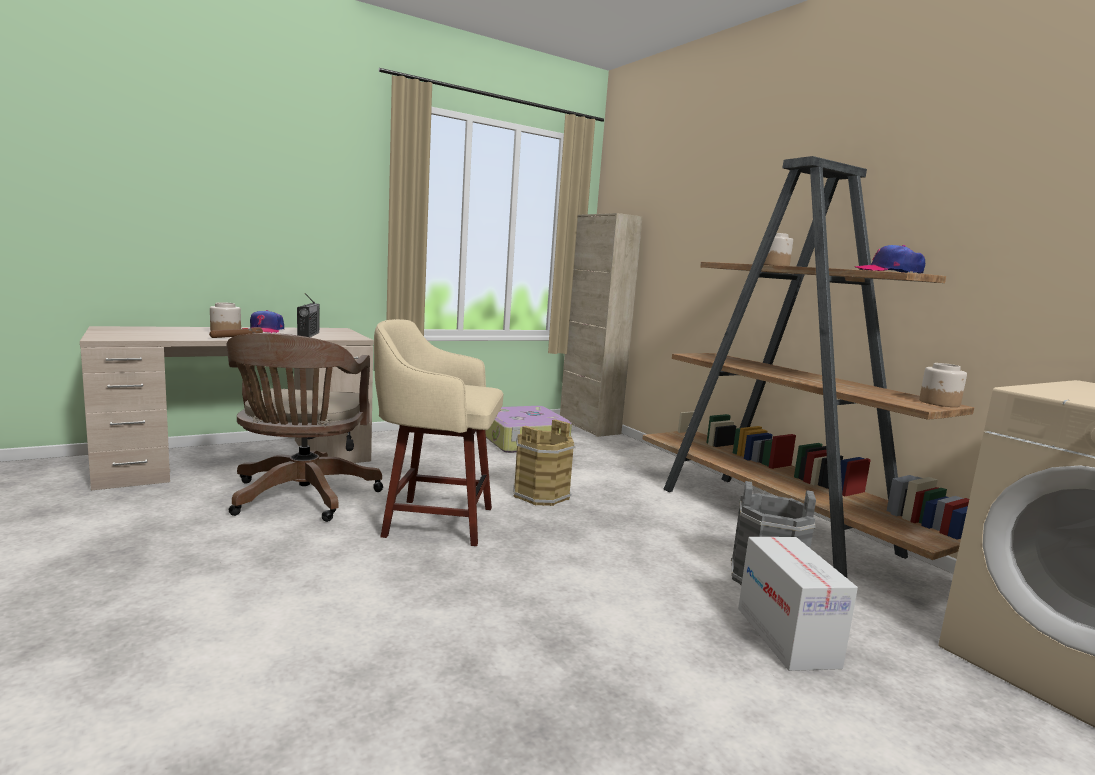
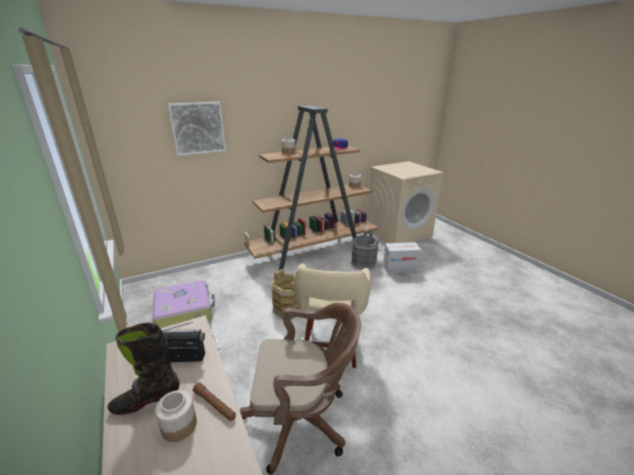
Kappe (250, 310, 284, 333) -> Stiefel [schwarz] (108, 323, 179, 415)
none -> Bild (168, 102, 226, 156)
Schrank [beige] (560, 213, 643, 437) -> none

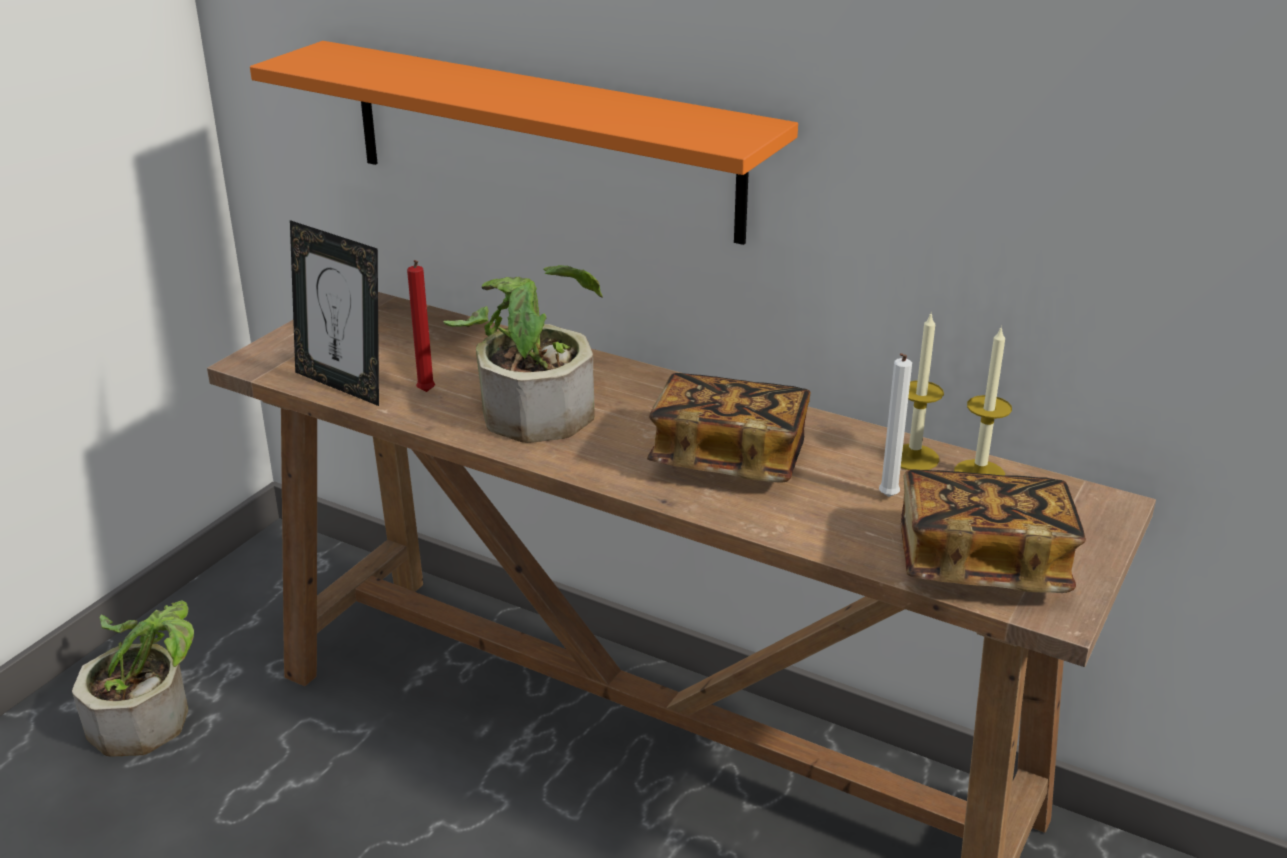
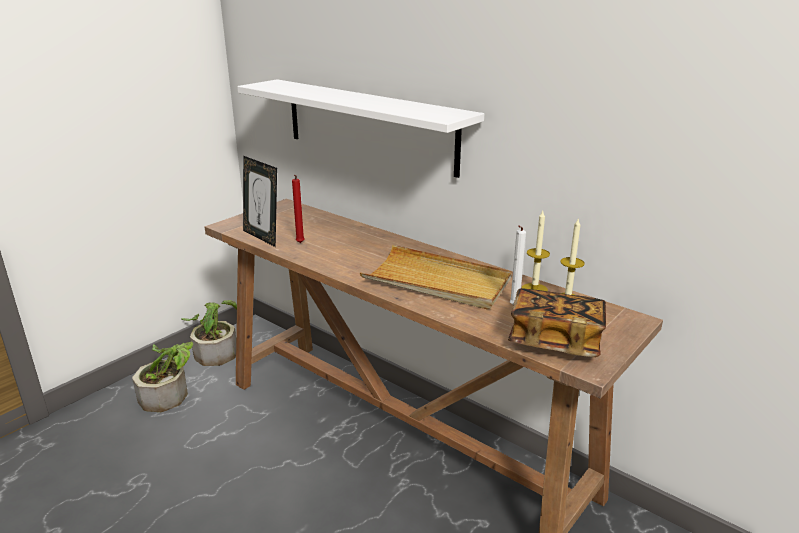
Topfpflanze (443, 265, 603, 443) -> Topfpflanze (181, 300, 237, 366), relocated
Wandregal [orange] (250, 41, 798, 245) -> Wandregal [weiß] (237, 79, 484, 178)
Buch (647, 373, 811, 483) -> Tablett [beige] (360, 245, 512, 310)

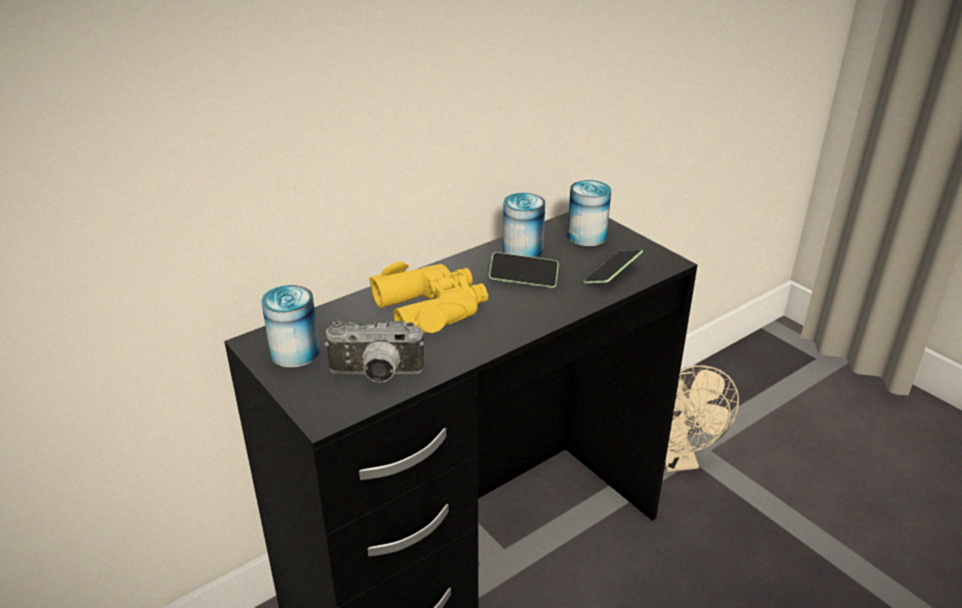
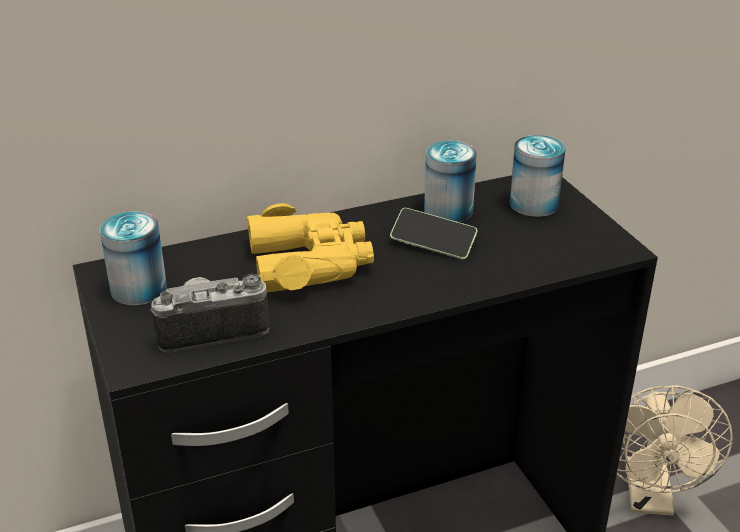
Kamera (324, 319, 424, 383) -> Kamera (150, 274, 270, 353), 150 degrees clockwise
Handy (583, 249, 643, 284) -> none

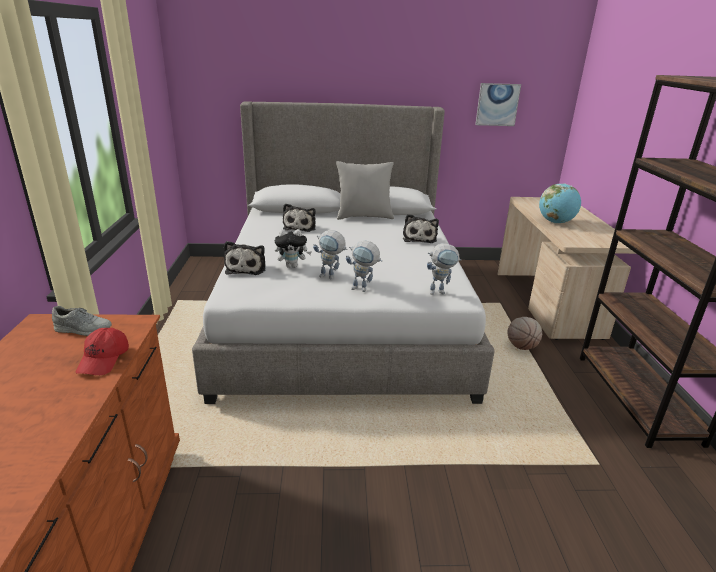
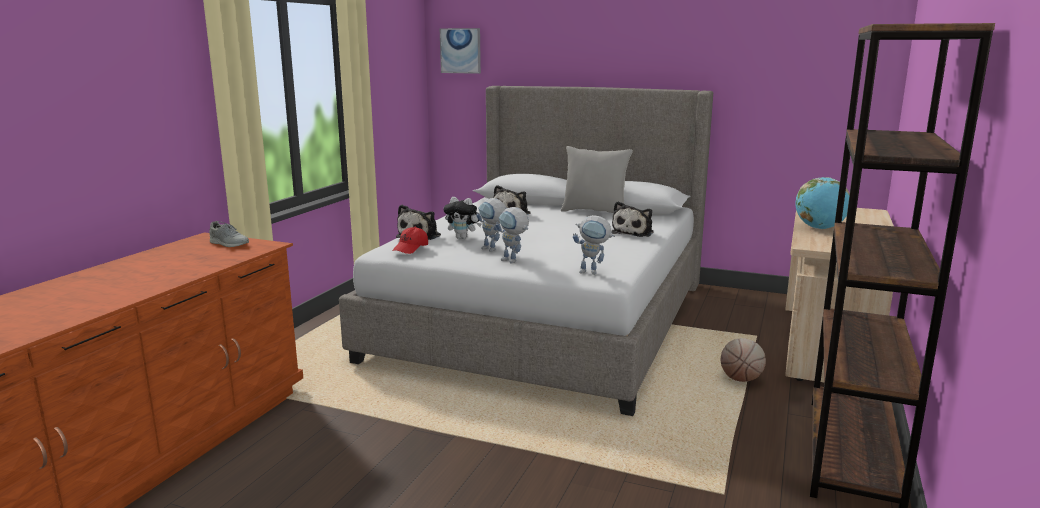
Kappe [rot] (76, 328, 129, 375) -> Kappe [rot] (392, 227, 428, 254), relocated
Bild (475, 83, 521, 126) -> Bild (440, 28, 481, 74), relocated

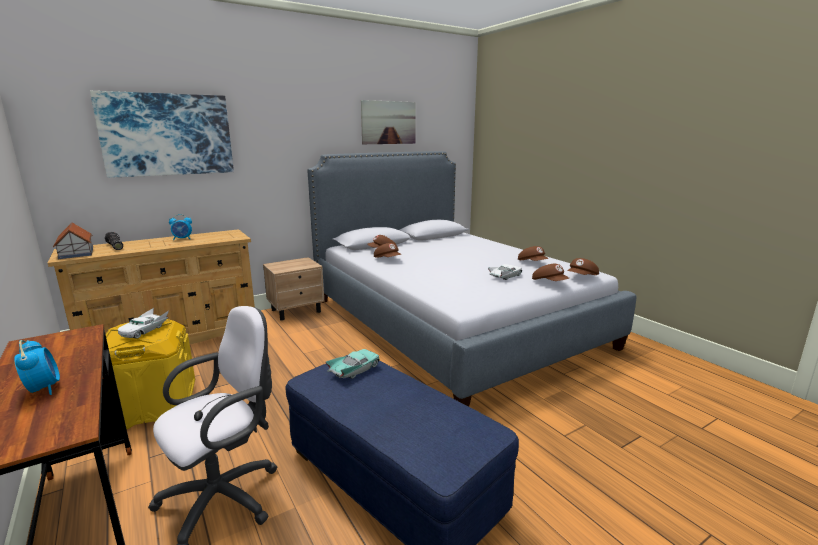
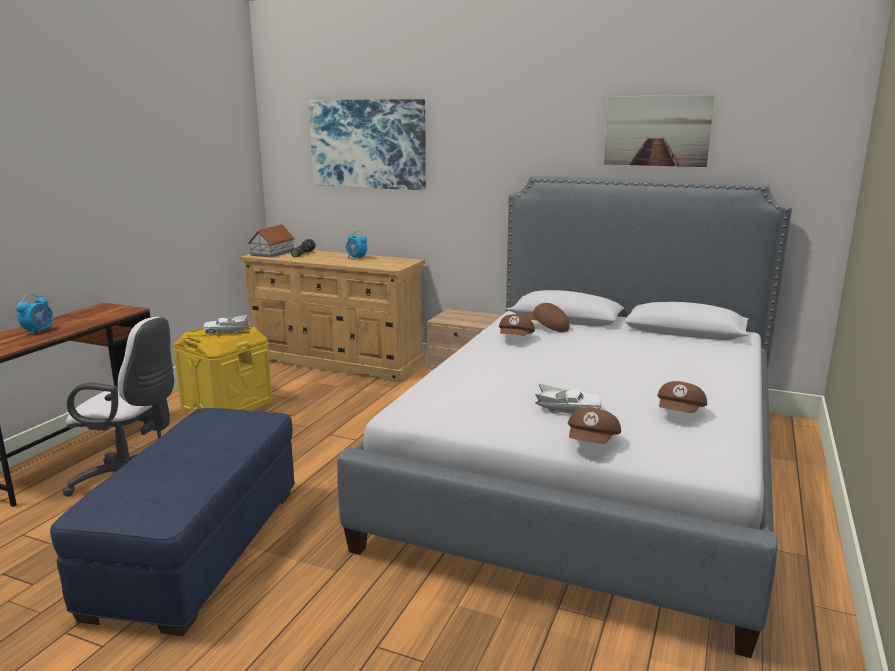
Spielzeugauto [türkis] (325, 349, 379, 379) -> none
Kappe [braun] (567, 258, 599, 275) -> none

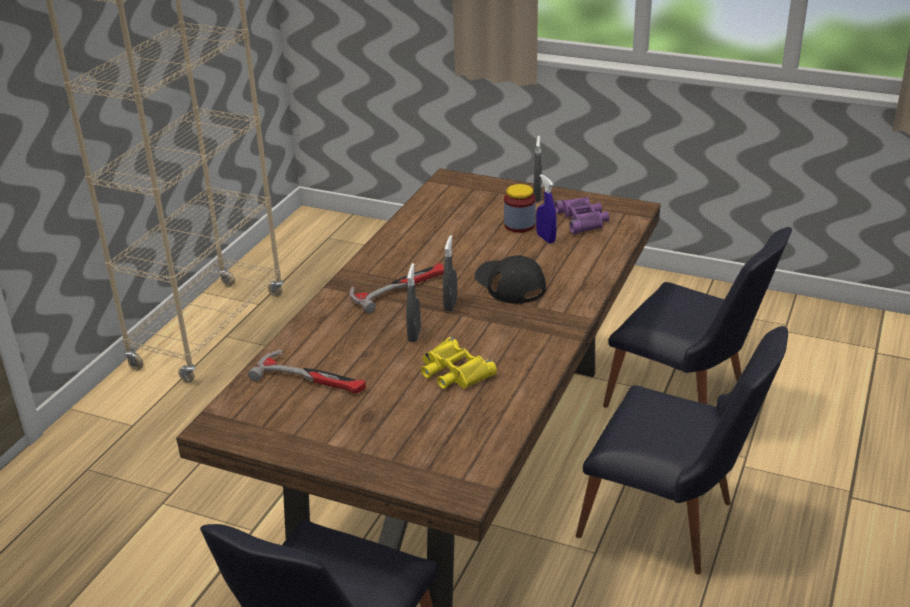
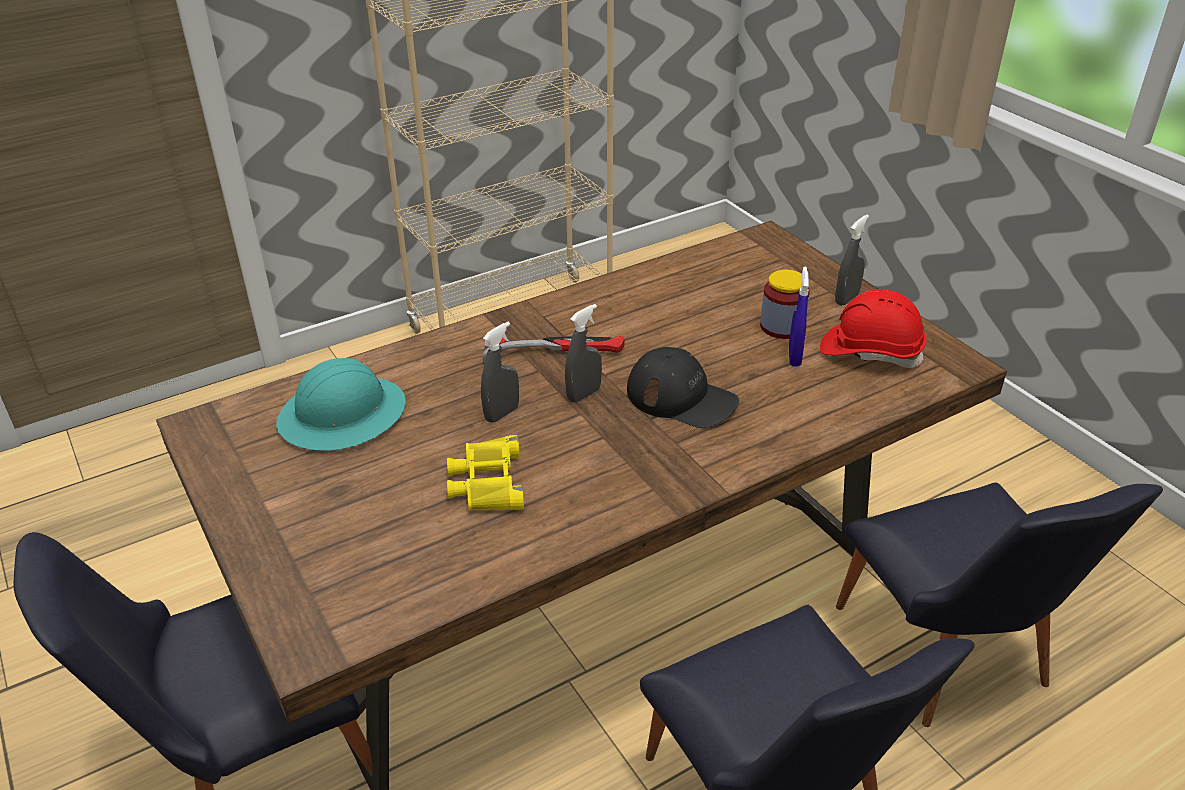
Hammer (248, 350, 366, 394) -> Schutzhelm [türkis] (276, 358, 406, 451)
Kappe [schwarz] (474, 255, 546, 304) -> Kappe [schwarz] (627, 347, 739, 428), 120 degrees clockwise
Fernglas [lila] (554, 197, 609, 234) -> Schutzhelm [rot] (820, 289, 927, 368)

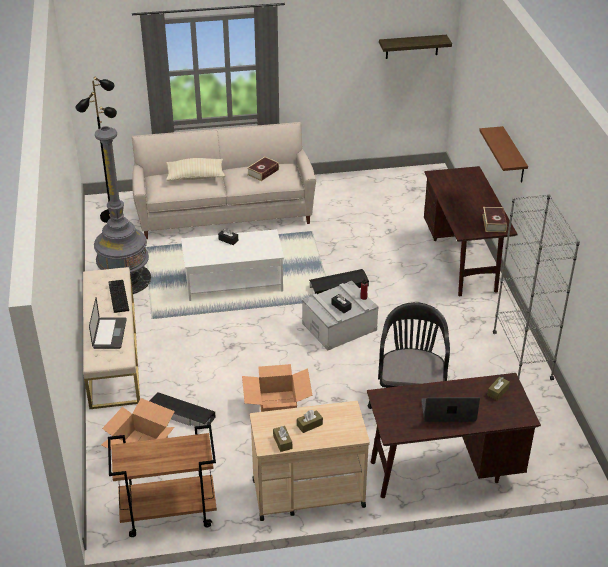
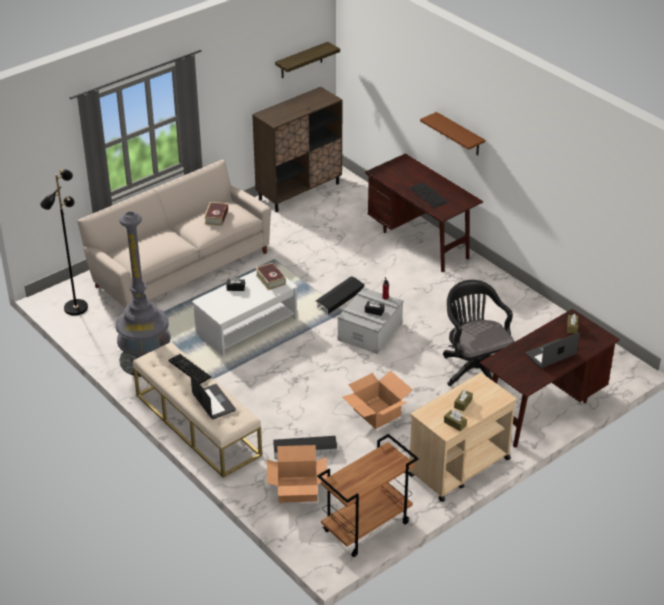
none -> Schrank [braun] (252, 87, 343, 212)
Buch (482, 207, 507, 232) -> Buch (256, 262, 286, 290), relocated
none -> Tastatur (409, 182, 448, 208)
Kissen [beige] (166, 158, 225, 181) -> none
Bücherregal [grau] (493, 194, 580, 380) -> none

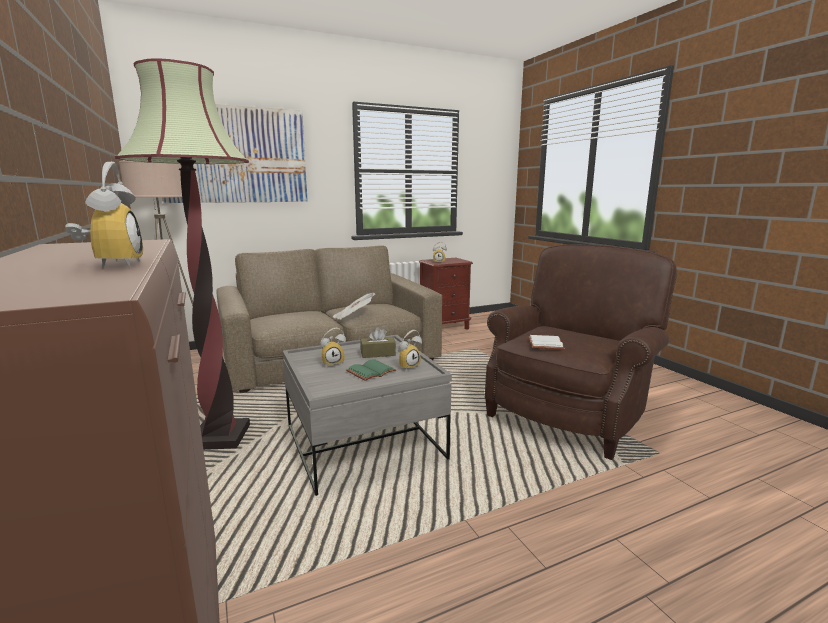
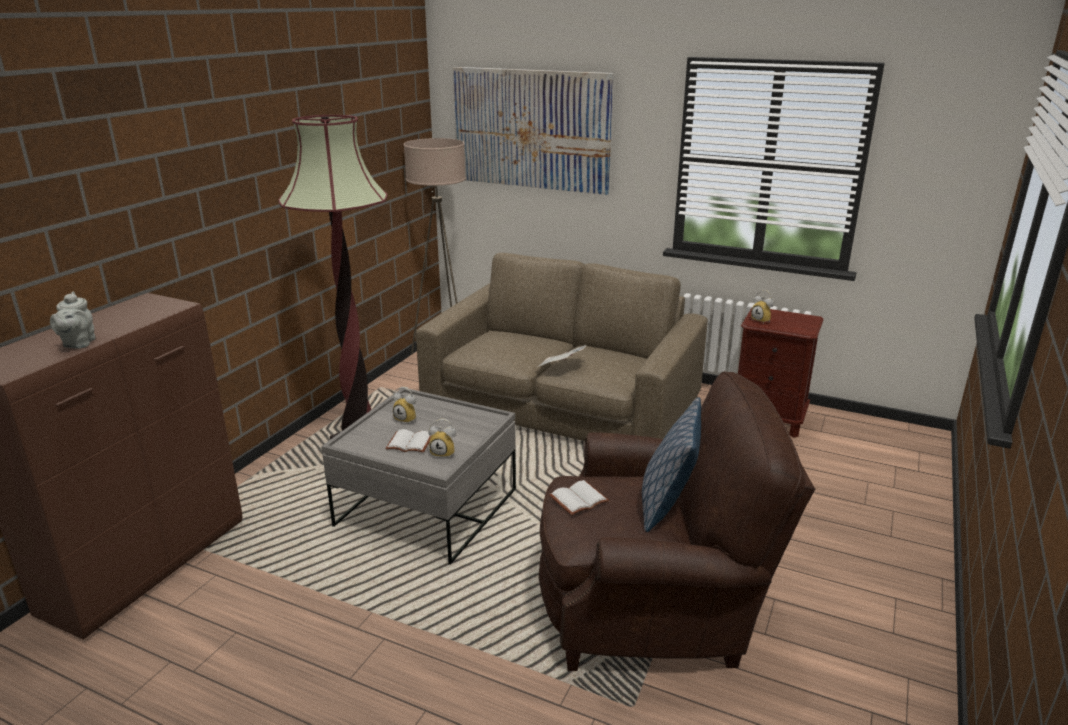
Wecker (65, 162, 143, 268) -> Teekanne [grau] (50, 292, 96, 349)
Buch [grün] (346, 359, 396, 381) -> Buch [weiß] (385, 429, 432, 453)
none -> Kissen (642, 397, 701, 532)
Taschentuchbox [braun] (360, 327, 396, 358) -> none

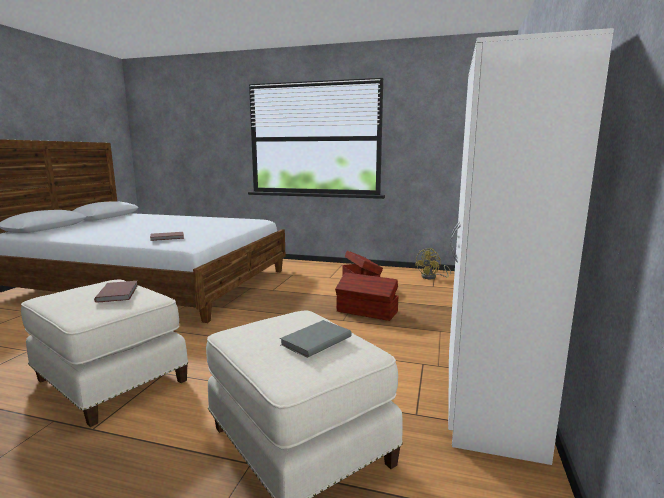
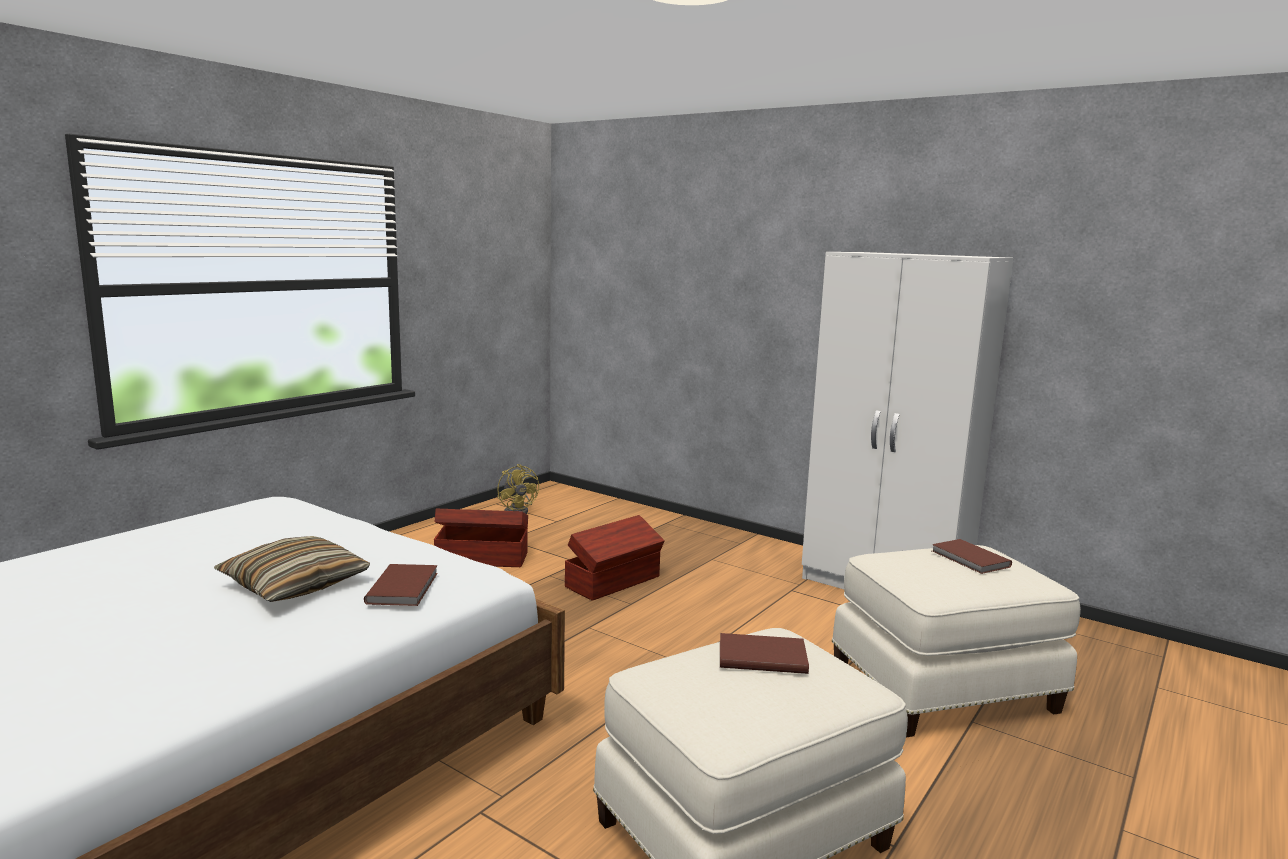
none -> Kissen (214, 536, 370, 602)
Buch [grau] (280, 320, 352, 358) -> Buch [braun] (932, 539, 1012, 574)

